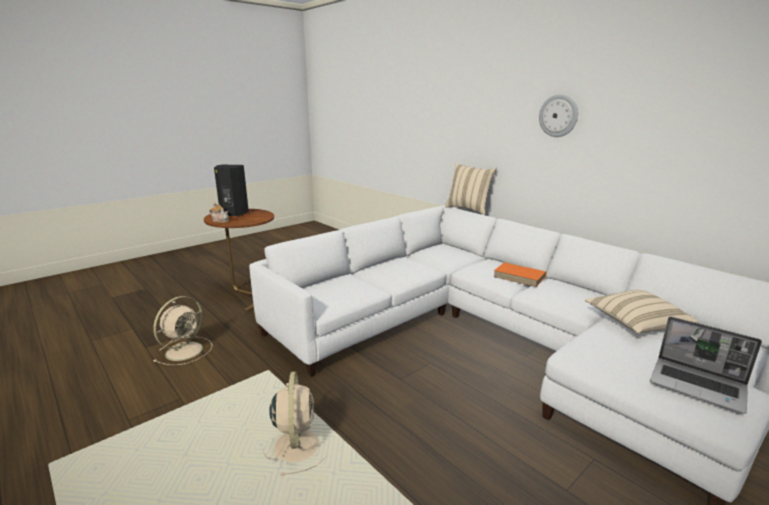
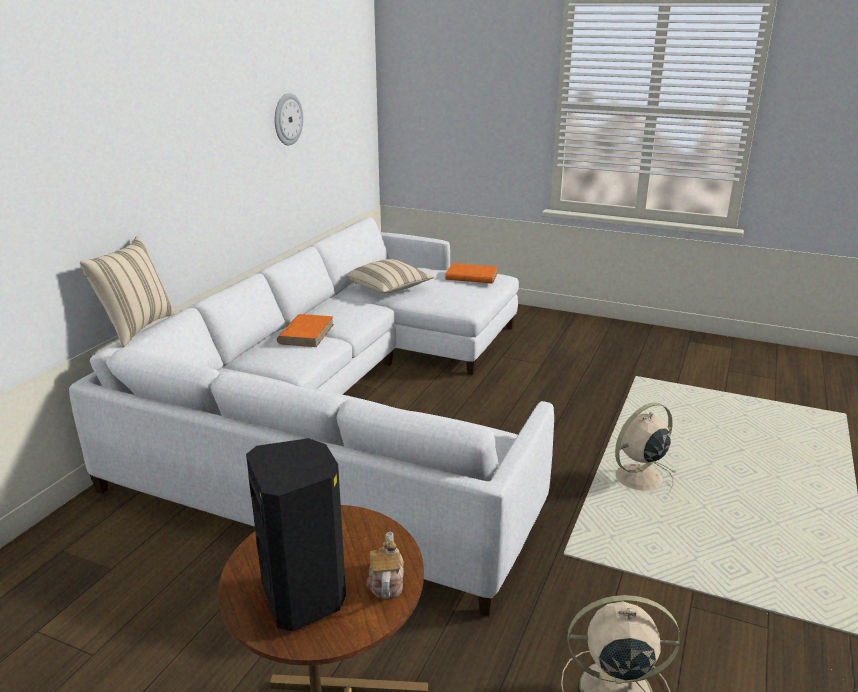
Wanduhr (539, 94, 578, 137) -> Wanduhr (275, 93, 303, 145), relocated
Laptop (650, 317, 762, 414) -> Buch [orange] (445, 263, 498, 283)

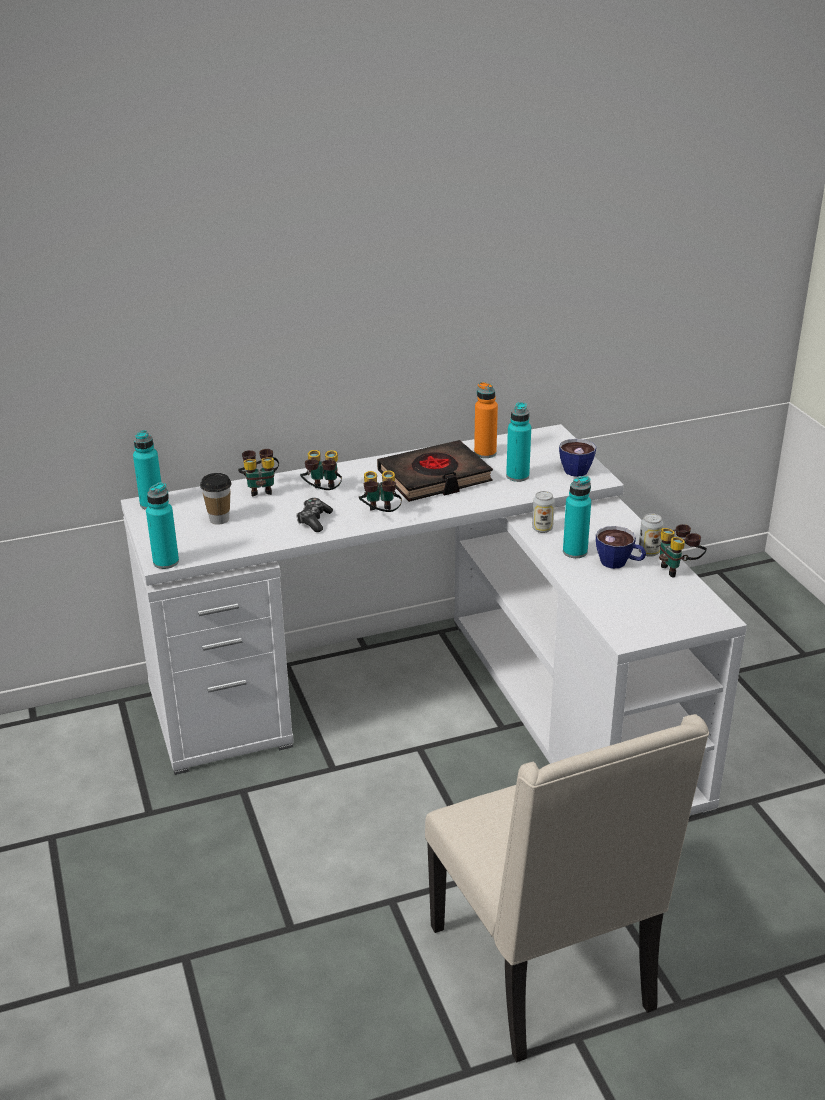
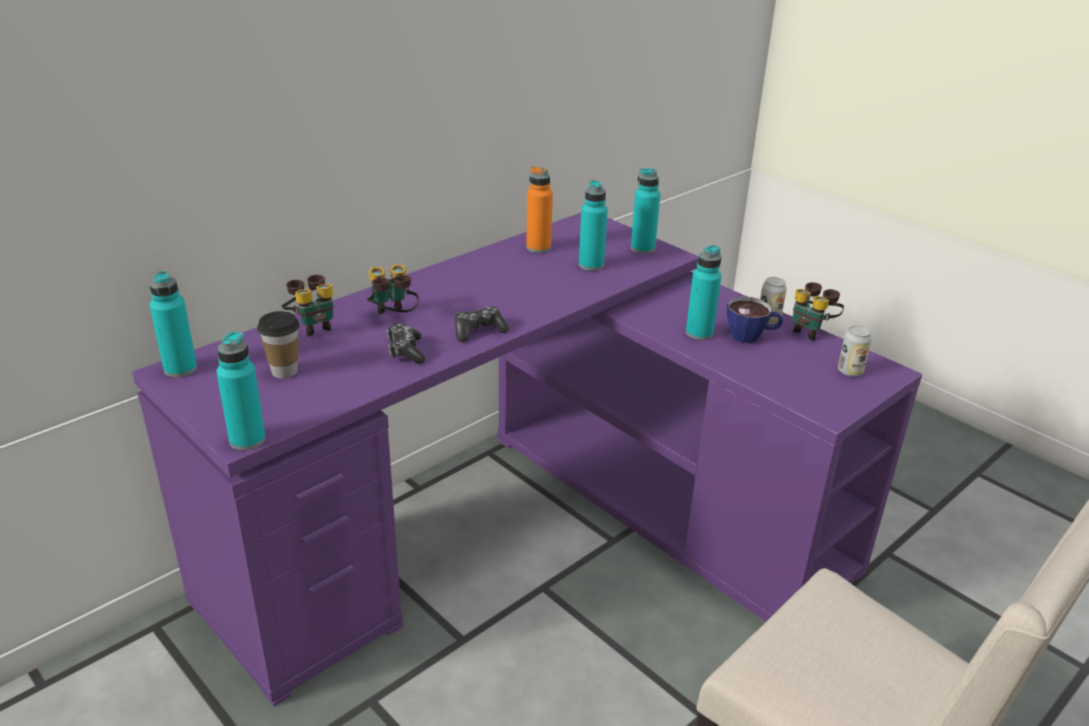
Schreibtisch [weiß] (121, 424, 747, 815) -> Schreibtisch [lila] (132, 213, 922, 706)
Fernglas (359, 471, 402, 512) -> Gamepad (455, 306, 509, 342)
Tasse (559, 439, 596, 477) -> Flasche [türkis] (631, 168, 661, 254)
Dose (532, 491, 555, 533) -> Dose (838, 326, 872, 377), relocated
Buch [schwarz] (377, 440, 493, 502) -> none

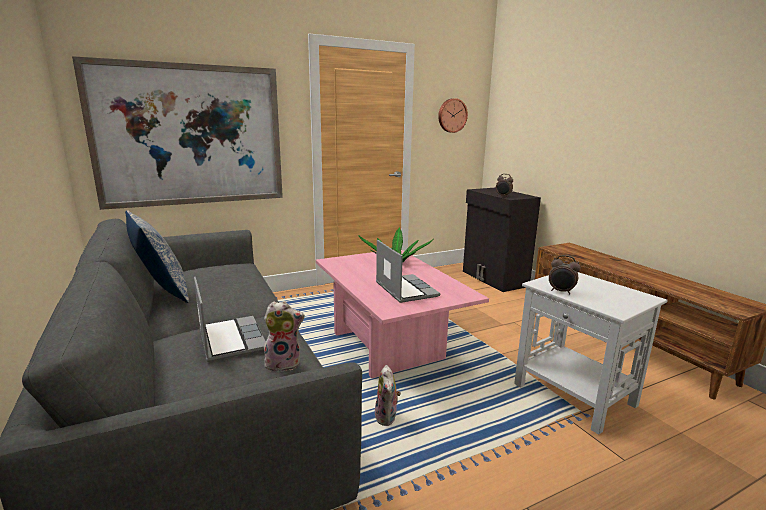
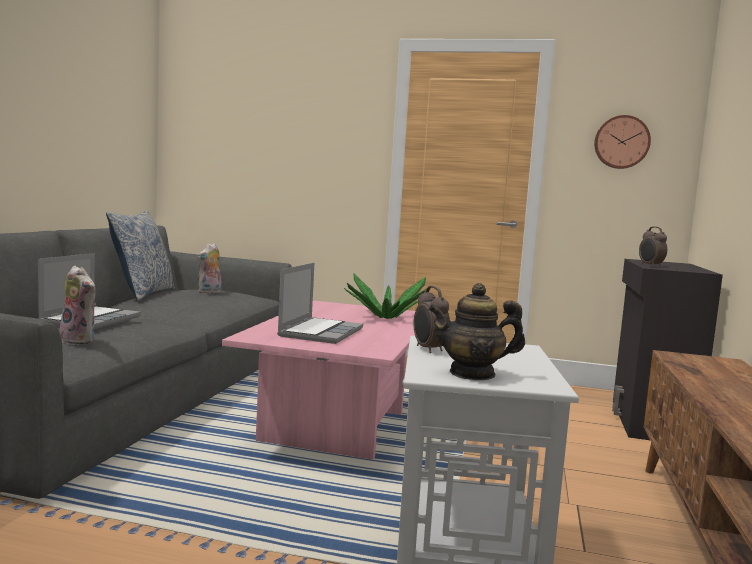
Plüschtier (375, 365, 401, 426) -> Plüschtier (197, 243, 222, 294), relocated
none -> Teekanne (428, 283, 525, 380)
Bild (72, 56, 283, 210) -> none

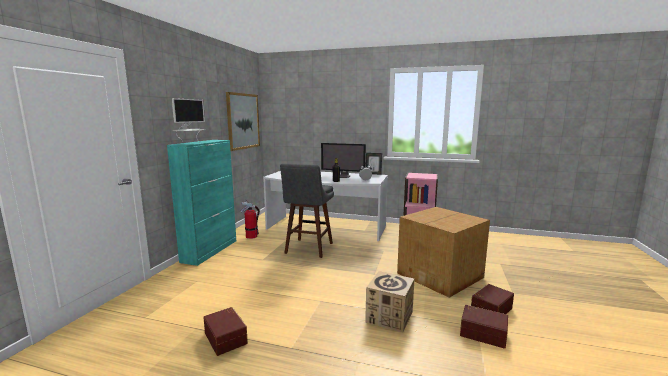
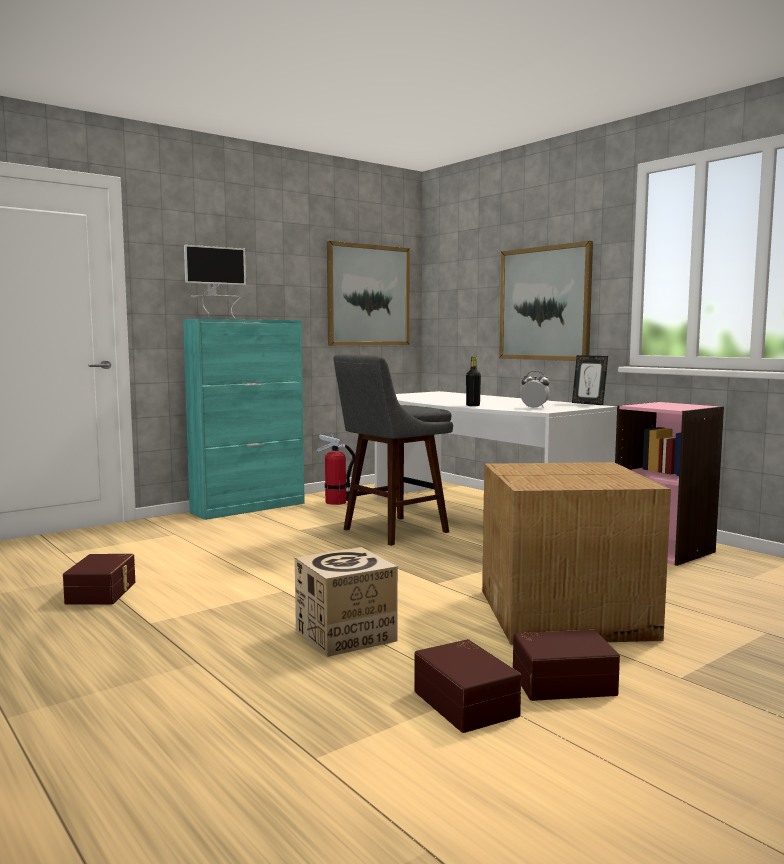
none -> Bild (499, 241, 593, 361)
Monitor (321, 143, 366, 178) -> none

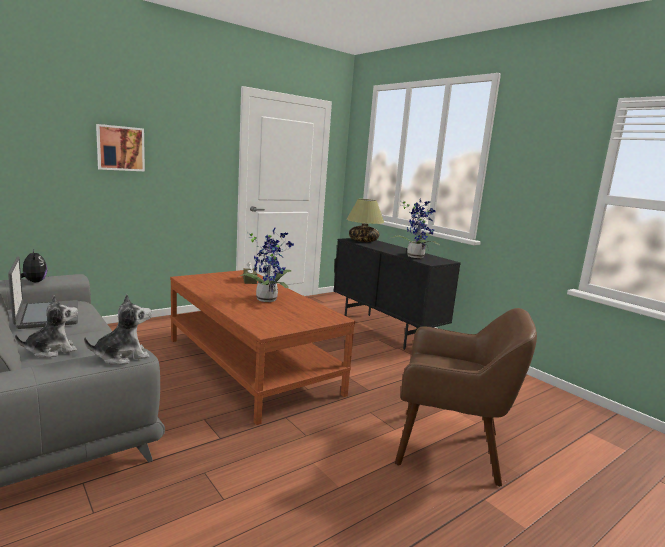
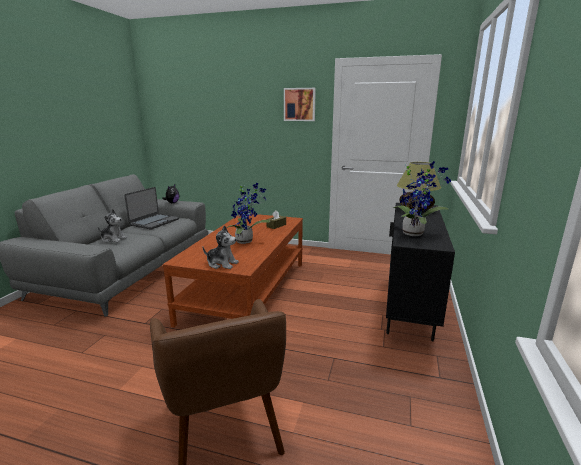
Plüschtier (84, 294, 152, 365) -> Plüschtier (203, 225, 239, 269), relocated
Bild (96, 124, 145, 171) -> Bild (284, 88, 316, 121), relocated

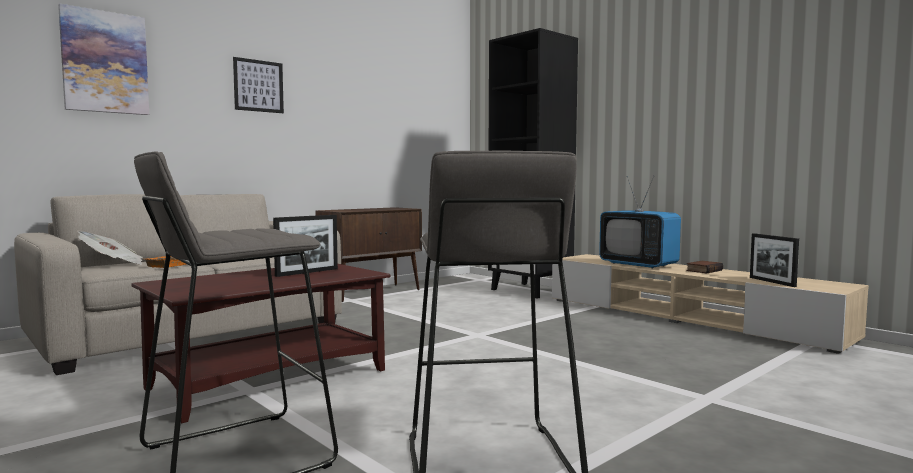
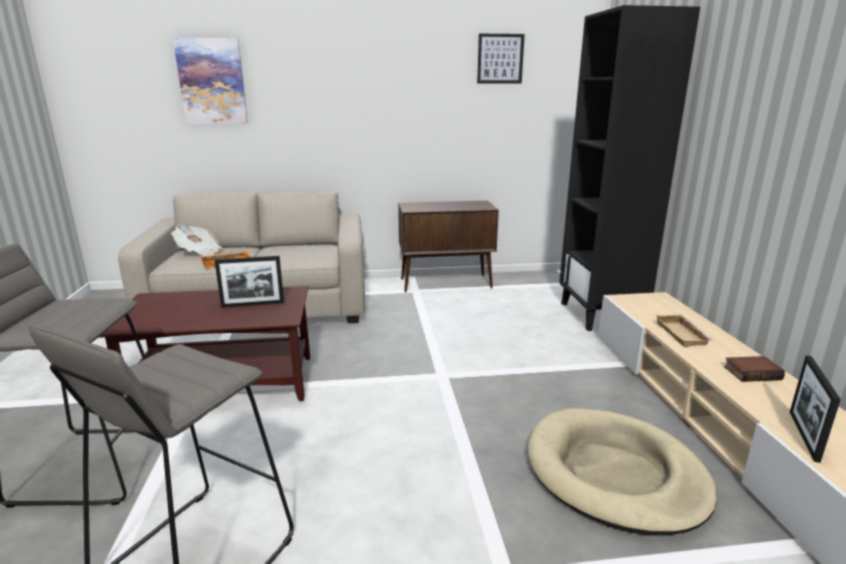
Bild (233, 57, 284, 113) -> Bild (477, 34, 525, 83), relocated
none -> Hundebett [beige] (528, 408, 717, 535)
Fernseher (599, 176, 681, 268) -> Tablett [beige] (655, 315, 714, 347)

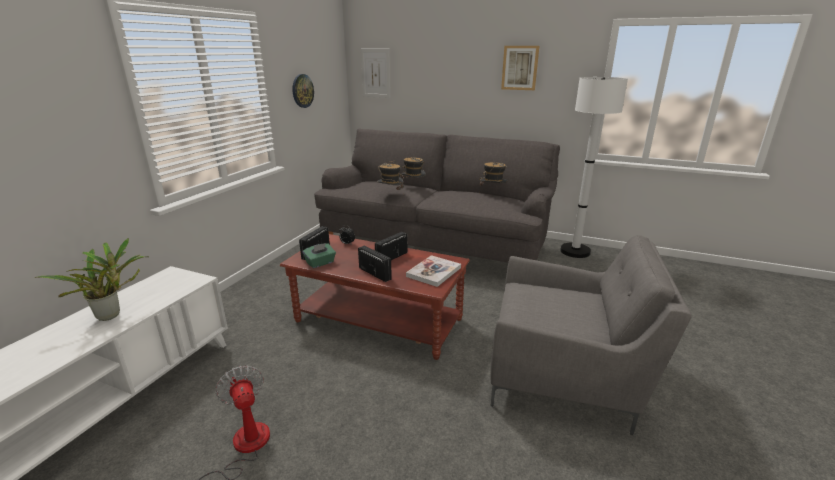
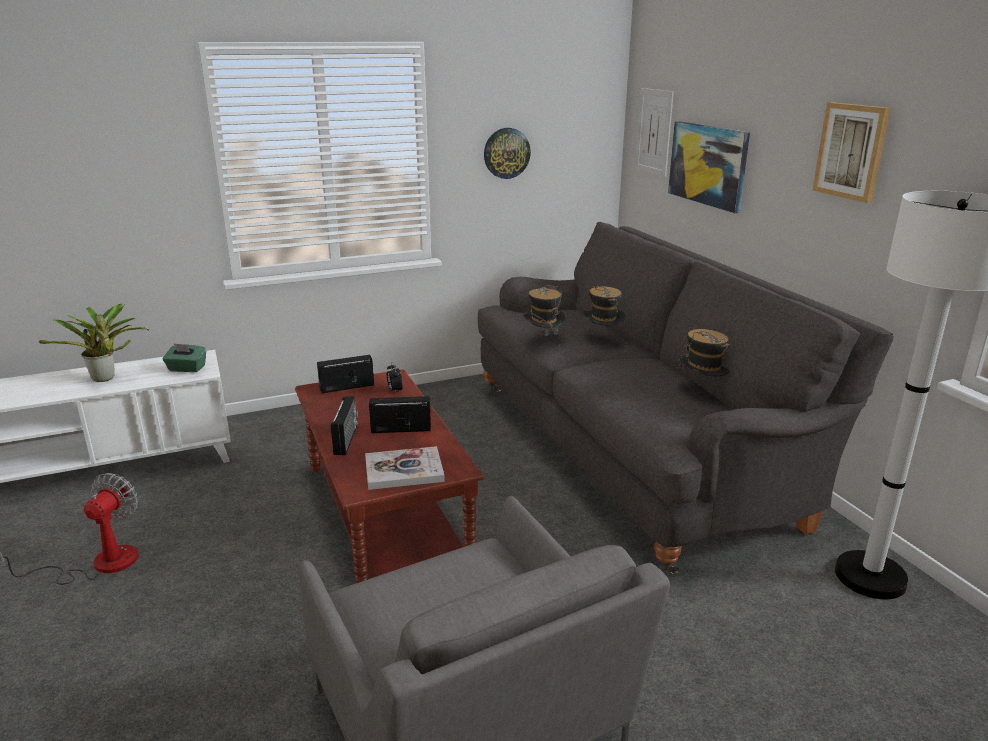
Taschentuchbox [grün] (303, 243, 336, 268) -> Taschentuchbox [grün] (163, 343, 206, 372), relocated
none -> Bild (668, 121, 750, 213)

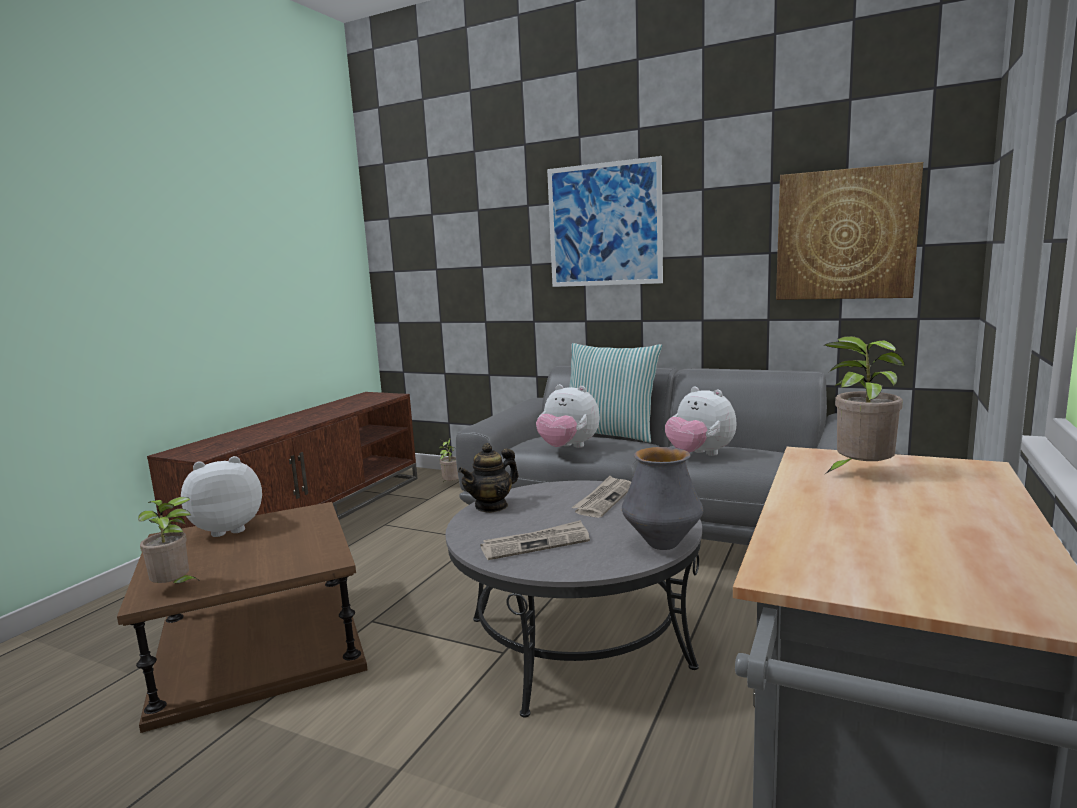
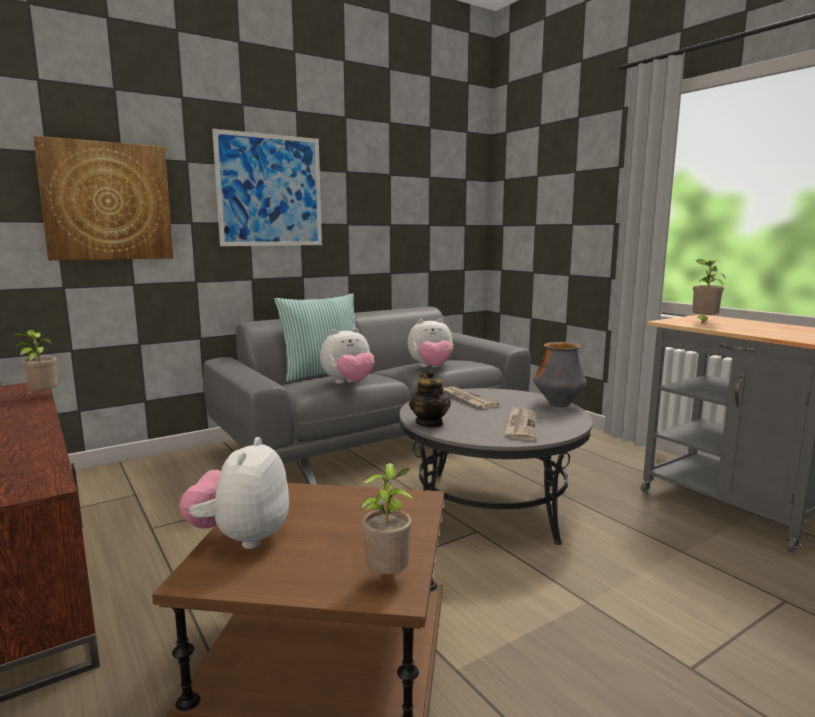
Topfpflanze (439, 439, 459, 483) -> Topfpflanze (12, 330, 58, 396), relocated
Bild (776, 162, 923, 300) -> Bild (33, 136, 173, 260), relocated

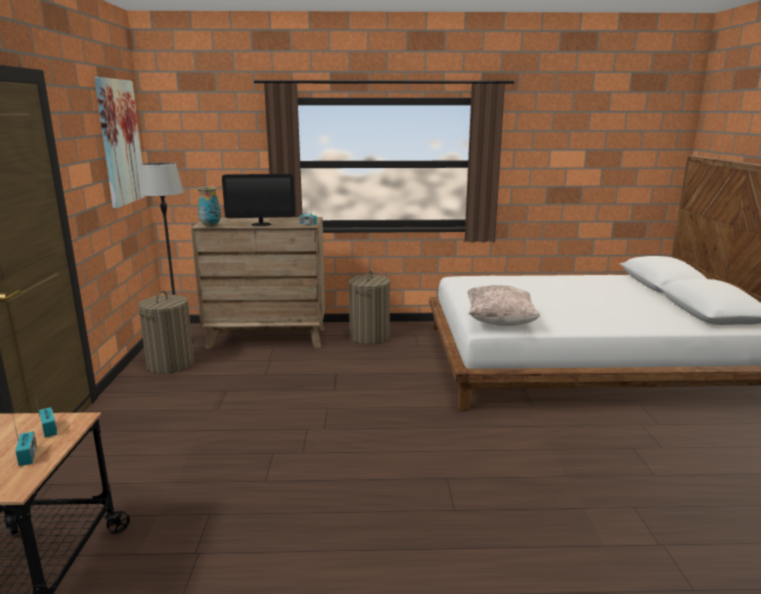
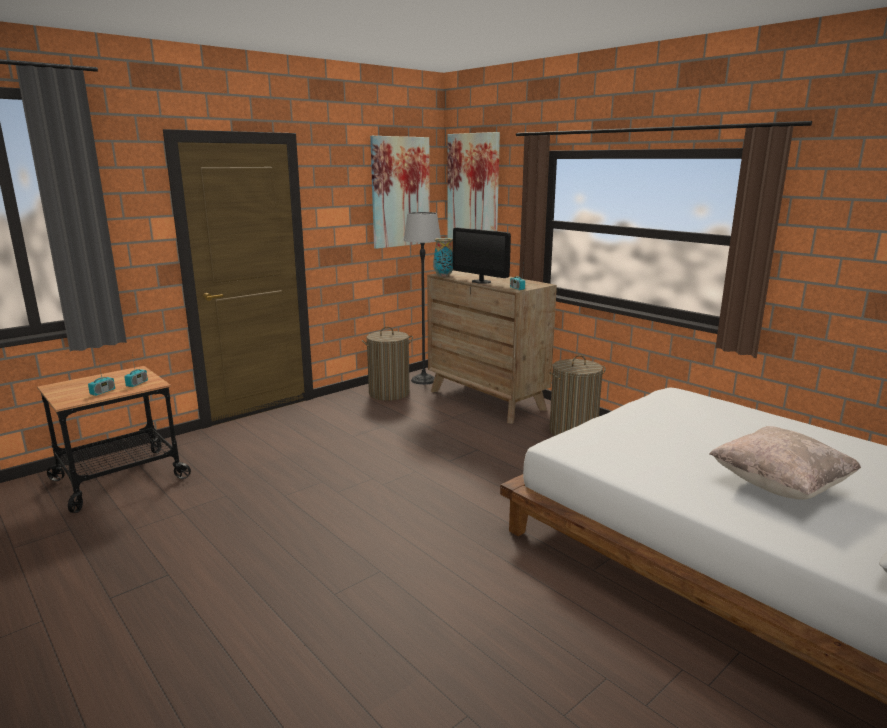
none -> Bild (447, 132, 500, 239)
Kissen [beige] (468, 285, 540, 326) -> Kissen [beige] (709, 426, 861, 500), relocated

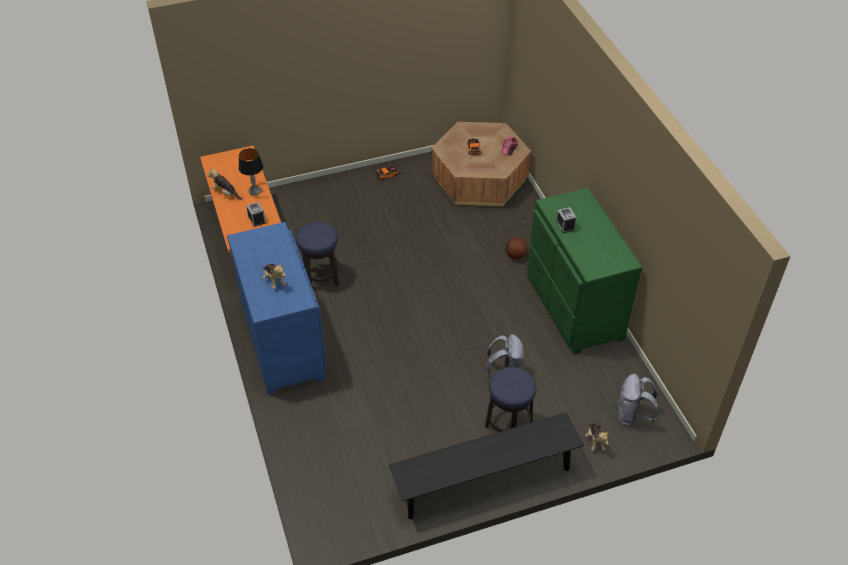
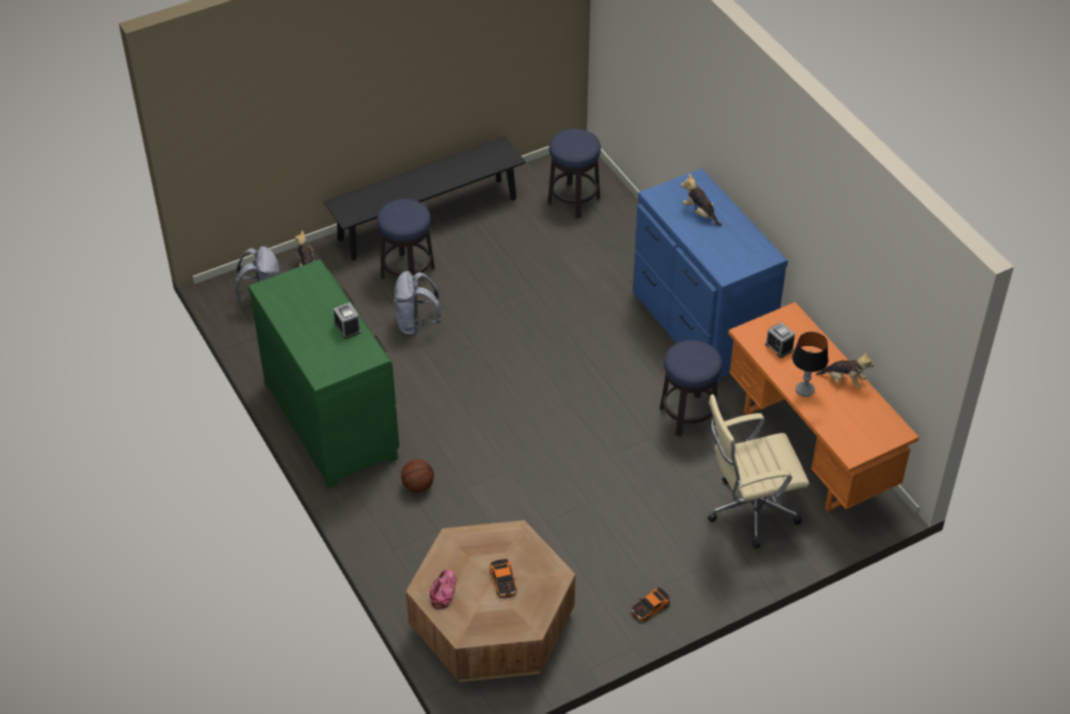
none -> Hocker (548, 129, 601, 218)
none -> Bürostuhl [beige] (708, 394, 809, 549)

